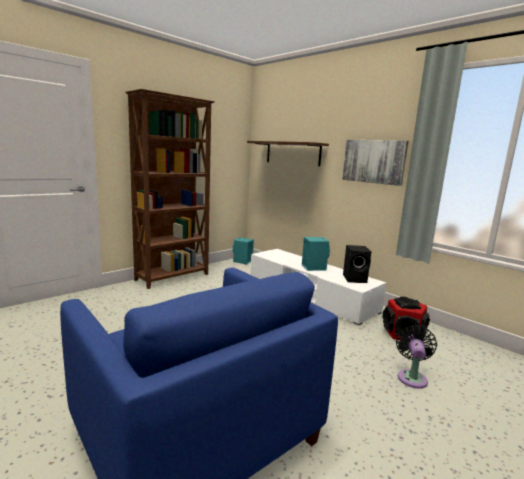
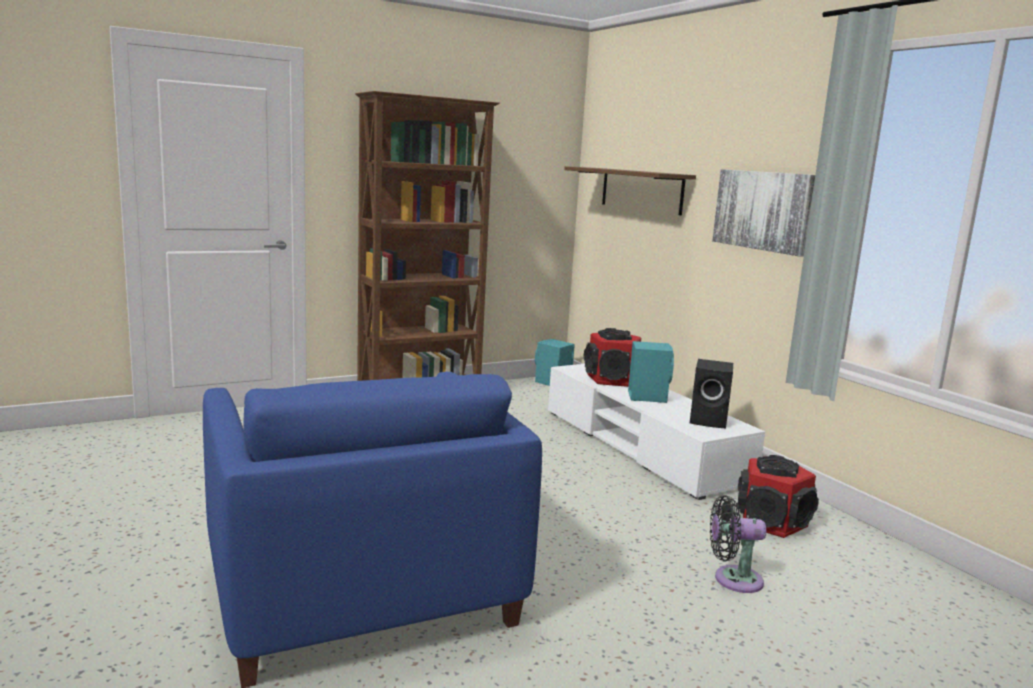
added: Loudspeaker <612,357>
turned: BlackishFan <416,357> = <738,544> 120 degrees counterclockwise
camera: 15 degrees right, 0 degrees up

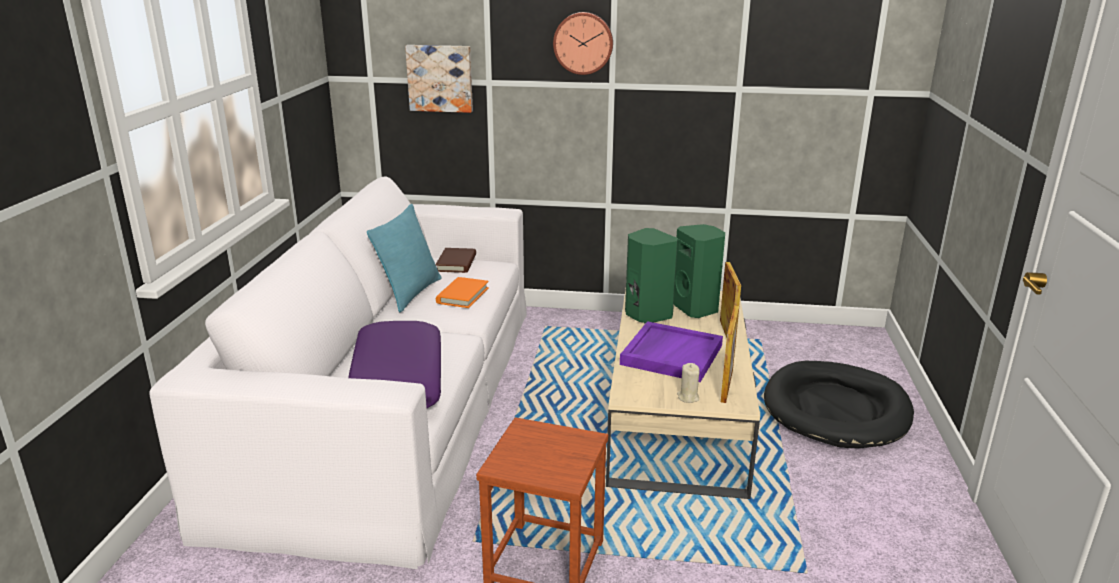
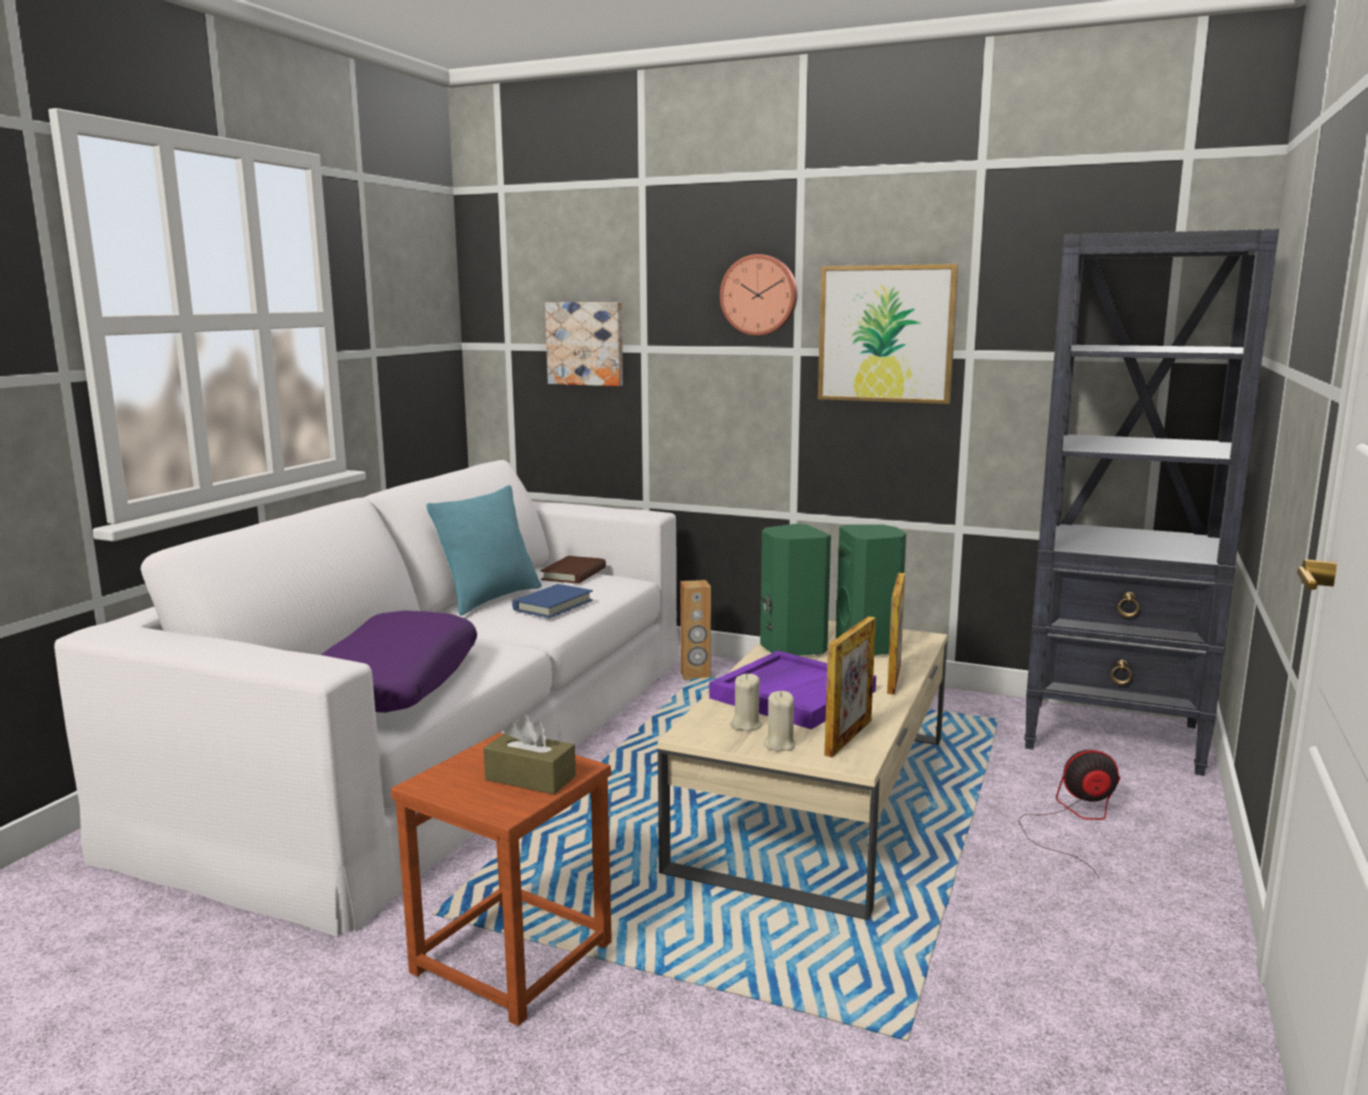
added: BlackishBookcase <1151,502>; Picture <888,334>; BrownColouredLoudspeaker <695,630>; BeigeCandle <746,702>; BrownColouredBoxOfTissues <529,755>
replaced: BlackishDogCushion <839,404> to Fan <1069,814>
recoloured: OrangeyBook <462,292> to BlueBook <552,601>
camera: 15 degrees right, 10 degrees down

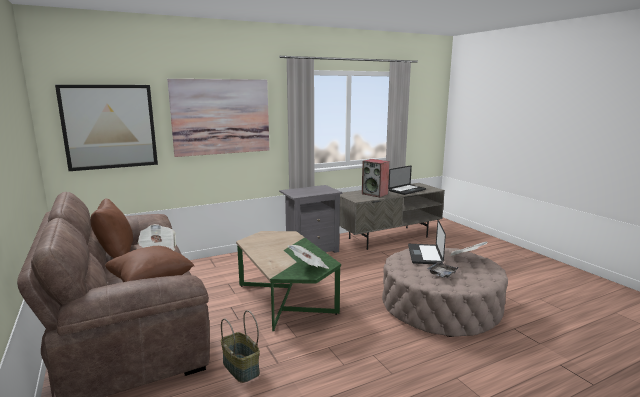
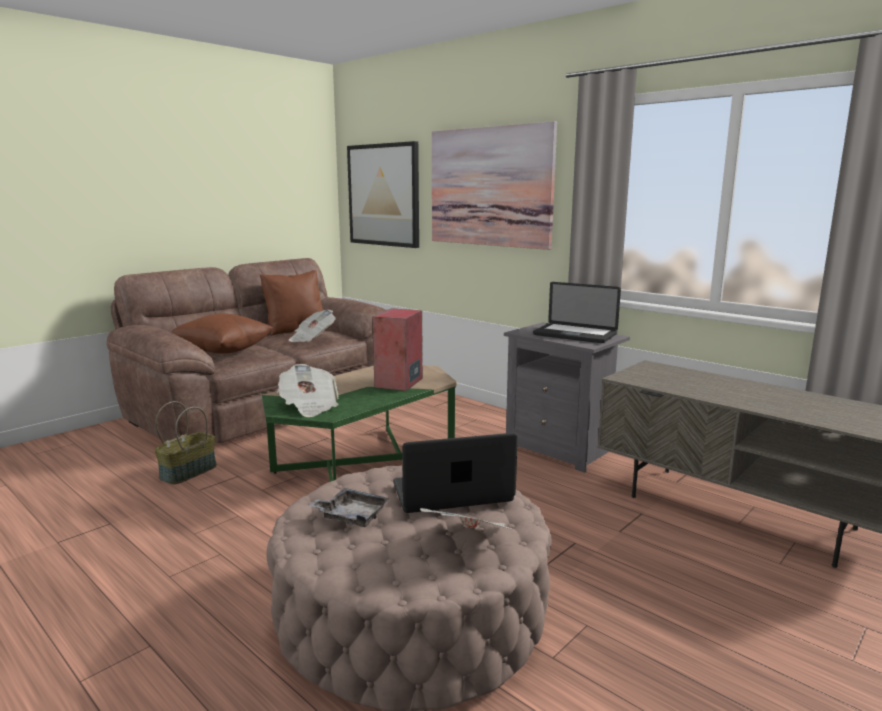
moved: Loudspeaker <376,178> to <397,349>; Laptop <407,180> to <577,312>
camera: 70 degrees right, 0 degrees up

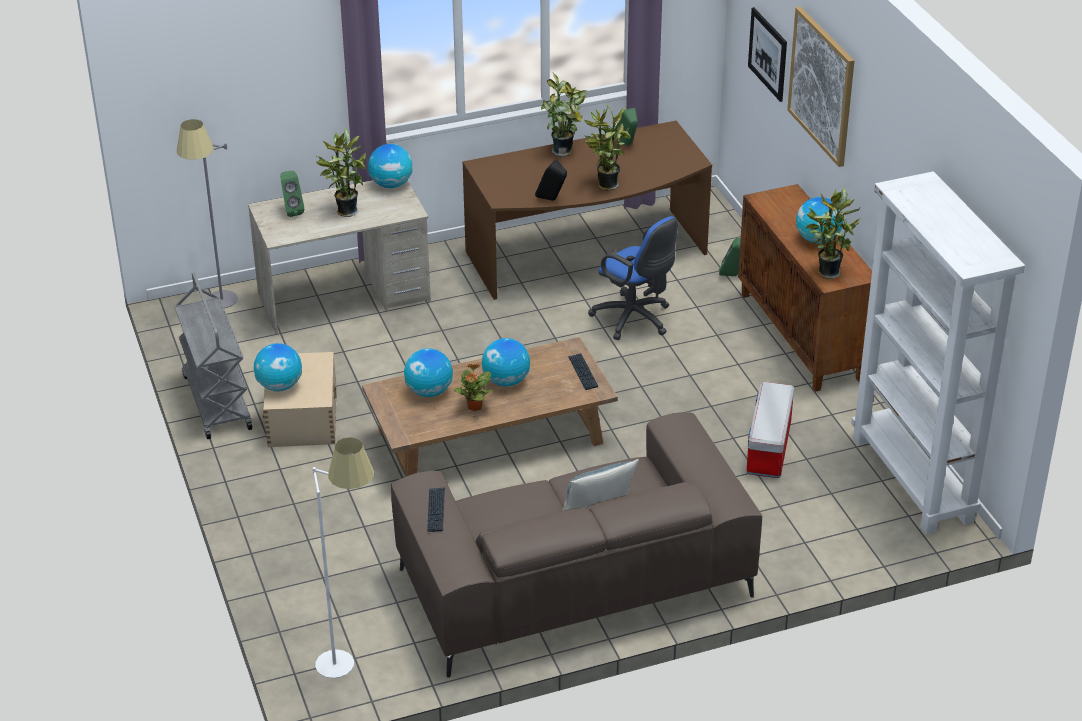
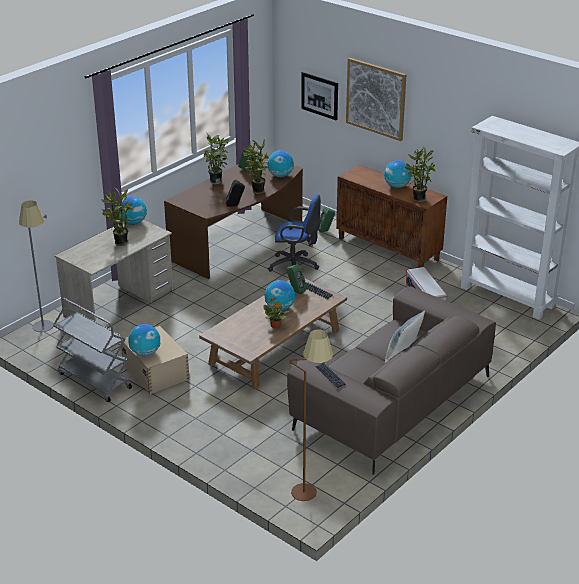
moved: GreenLoudspeaker <292,194> to <296,279>; Globe <428,372> to <280,164>
recoloured: WhiteColouredStandingLamp <343,557> to BrownColouredStandingLamp <311,415>
camera: 30 degrees left, 5 degrees down

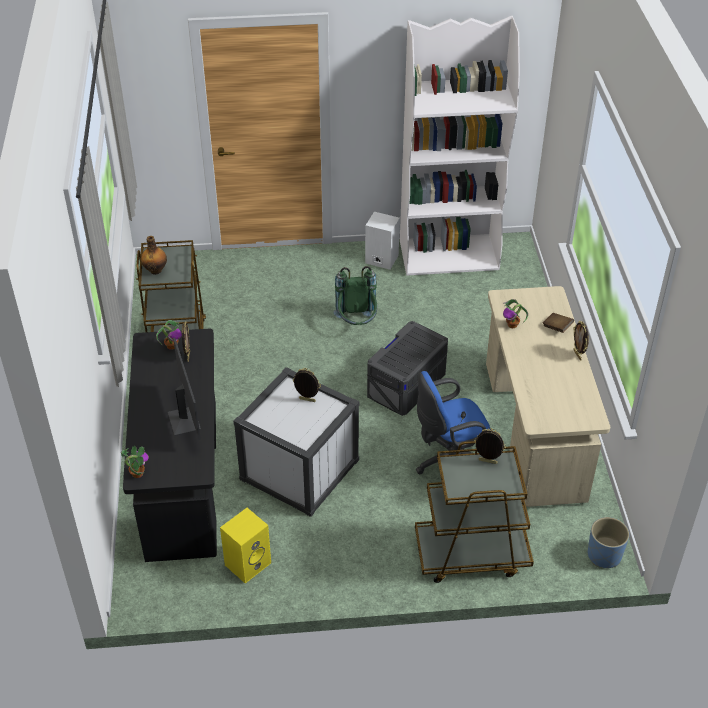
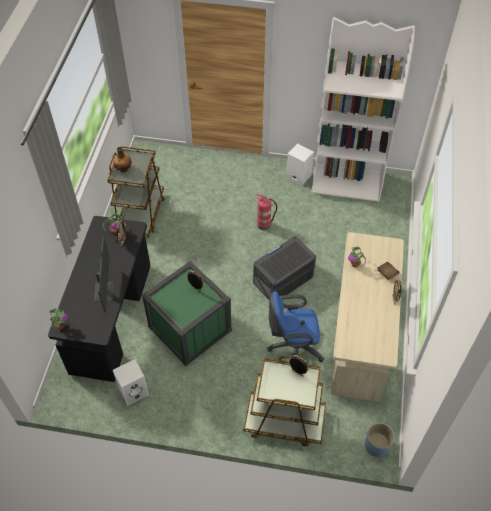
replaced: GreenKnapsack <355,295> to FireFightingCylinder <266,212>
recoloured: WhiteColouredStorageContainer <296,442> to GreenStorageContainer <187,313>; YellowColouredLoudspeaker <245,546> to WhiteColouredLoudspeaker <131,382>
camera: 15 degrees right, 10 degrees up

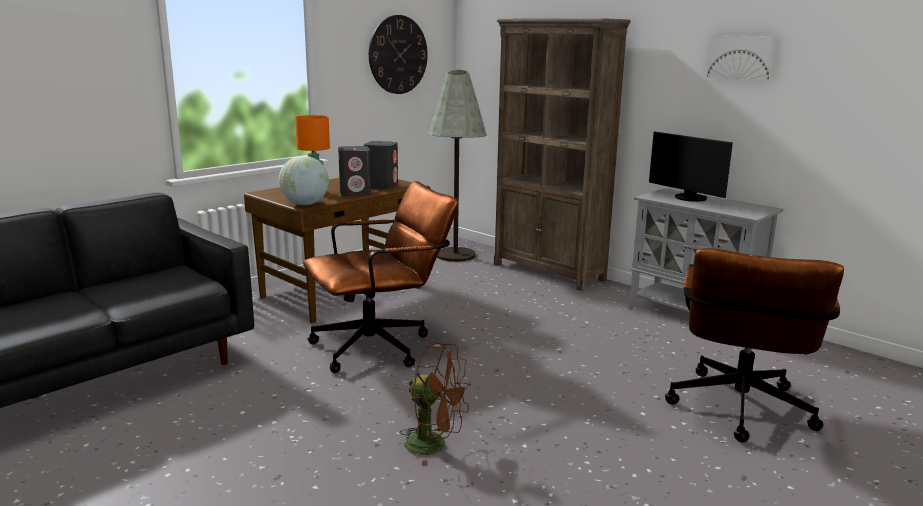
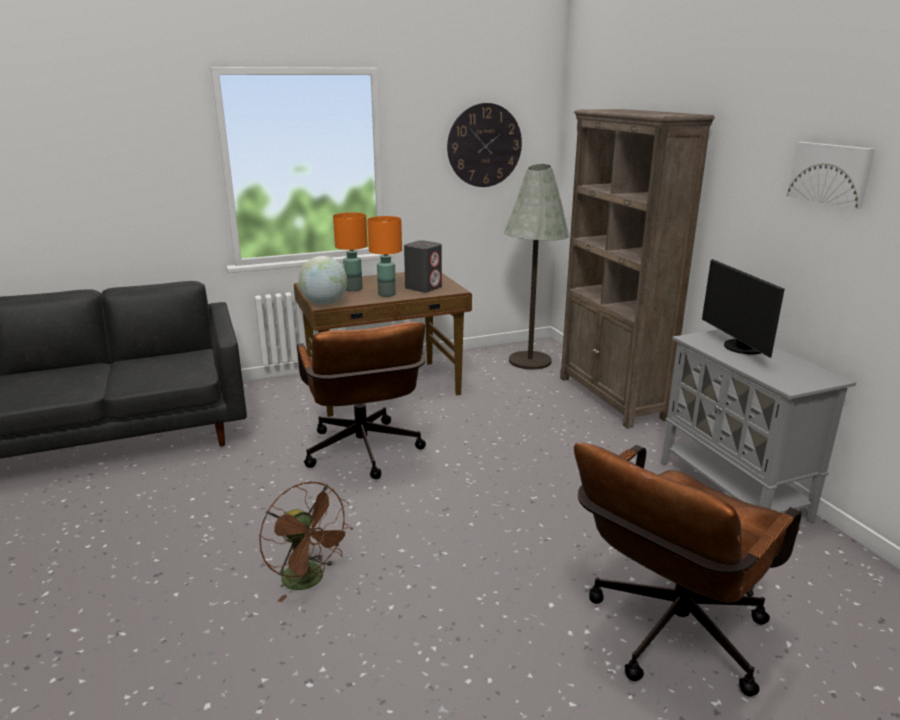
replaced: GrayLoudspeaker <354,171> to OrangeyTabletopLamp <384,256>
turned: BrownColouredDeskChair <380,277> = <361,400> 75 degrees clockwise
camera: 25 degrees right, 5 degrees up

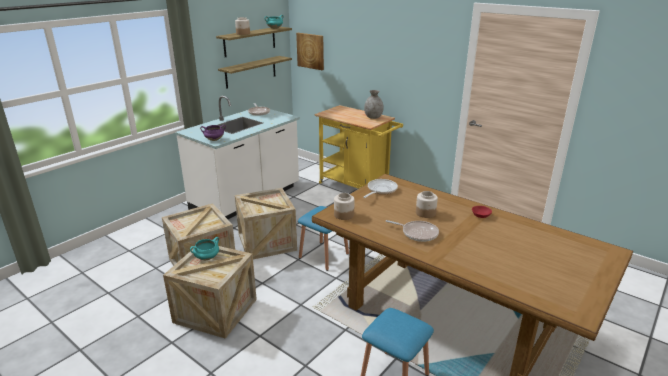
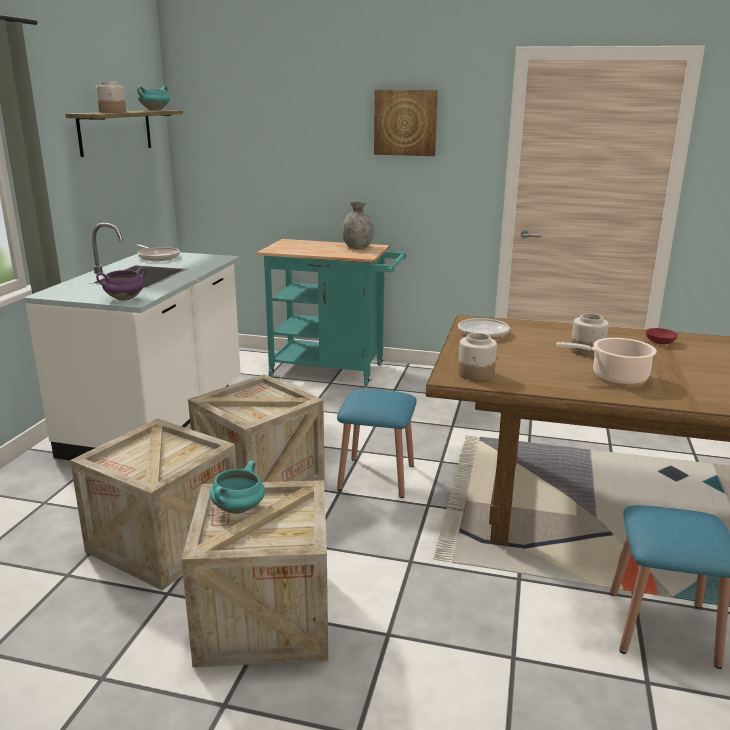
removed: Shelf <255,72>
moved: Picture <310,51> to <406,123>
replaced: Pan <412,231> to Saucepot <606,361>
recoloured: YellowColouredCart <359,147> to BlueGreenCart <332,312>
camera: 25 degrees left, 5 degrees down

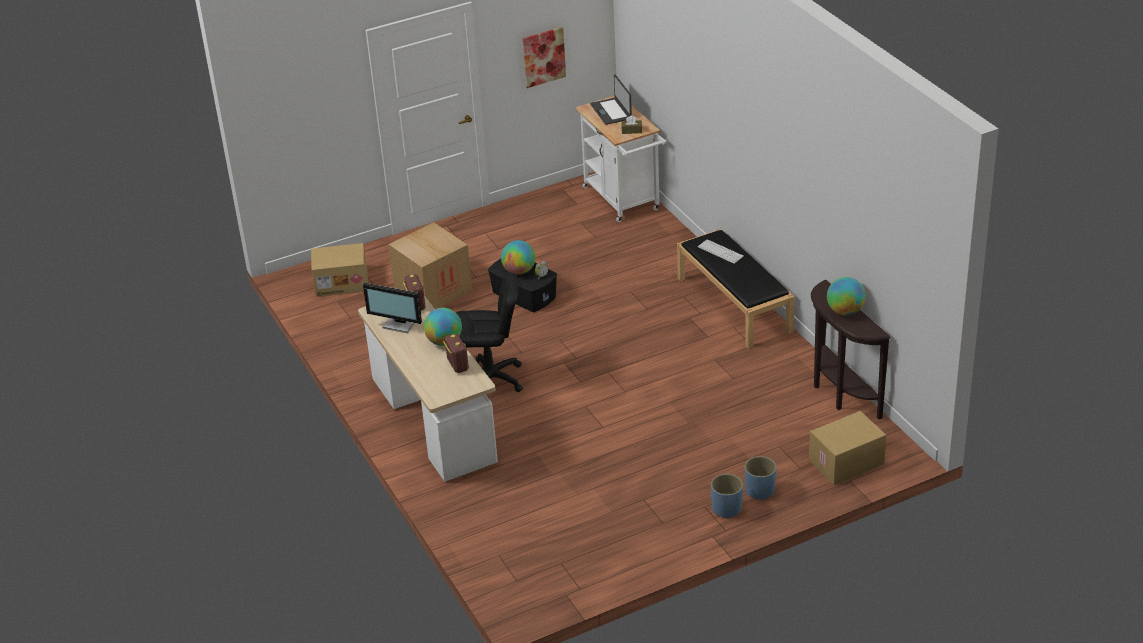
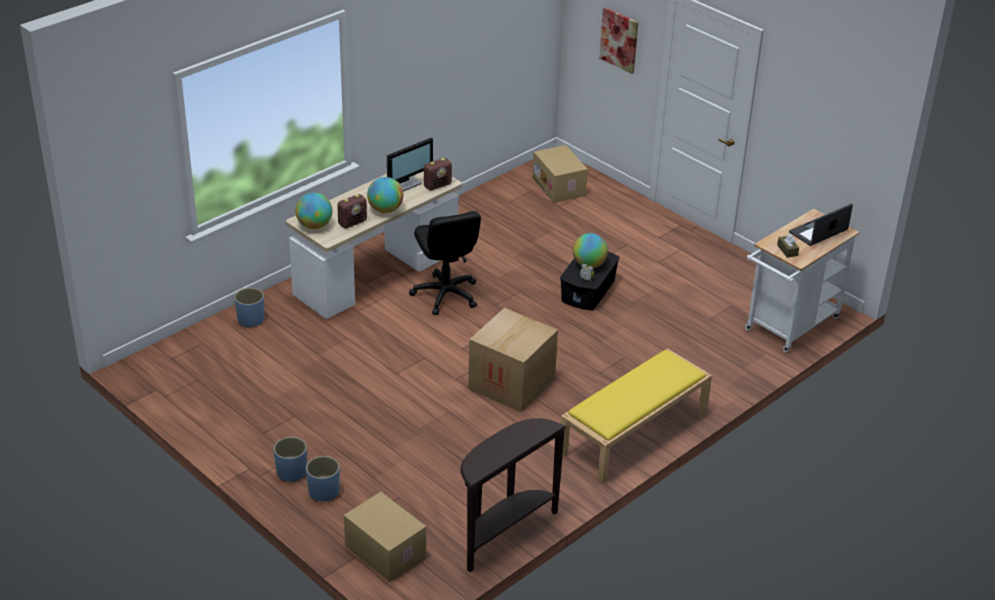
removed: PcKeyboard <721,251>
added: BluePlanter <249,307>
moved: Picture <544,57> to <618,40>; PackingBox <430,265> to <513,360>; Globe <846,296> to <313,210>
recoloured: BlackishIndoorBench <736,289> to YellowColouredIndoorBench <636,416>
turned: ComputerDisplay <392,308> = <410,164> 135 degrees counterclockwise
camera: 70 degrees right, 0 degrees up

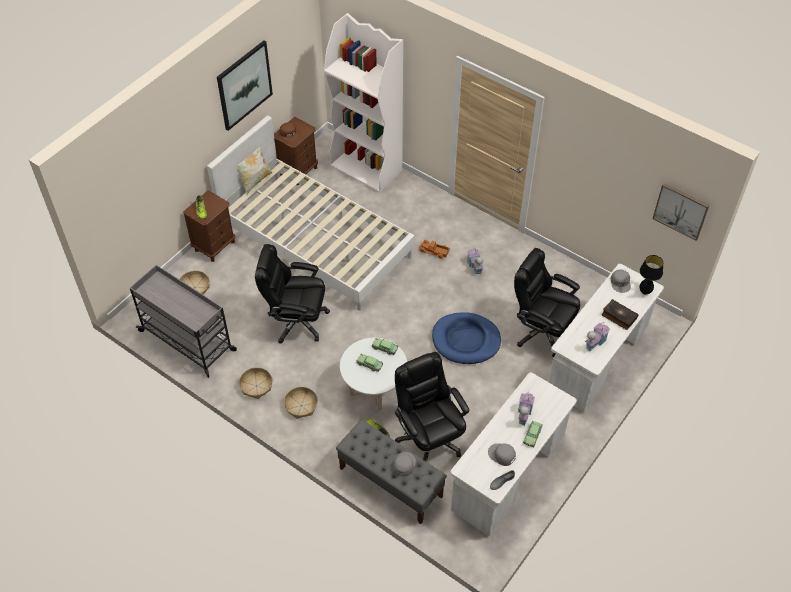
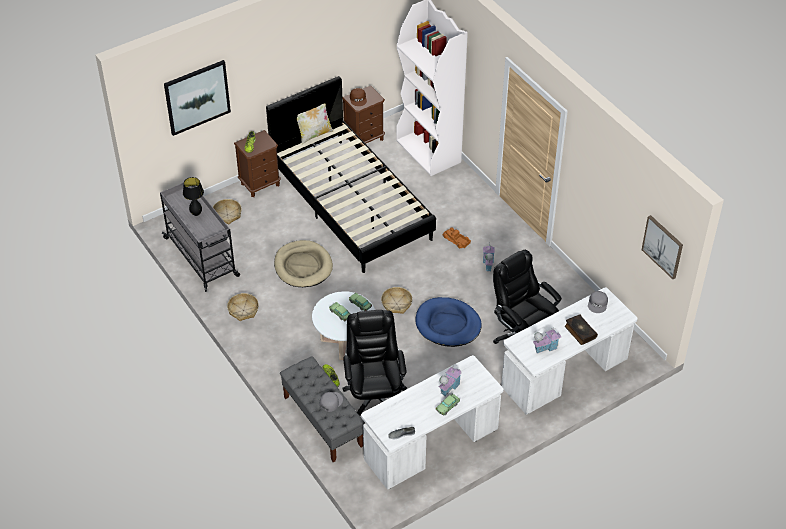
removed: GrayCap <502,454>
moved: Picture <245,86> to <197,98>; BlackishTabletopLamp <651,275> to <193,196>; StorageBasket <301,403> to <396,300>
replaced: BlackishDeskChair <292,293> to BeigeDogCushion <303,263>
recoloured: WhiteColouredBed <310,213> to BlackishBed <351,174>
camera: 20 degrees right, 5 degrees down

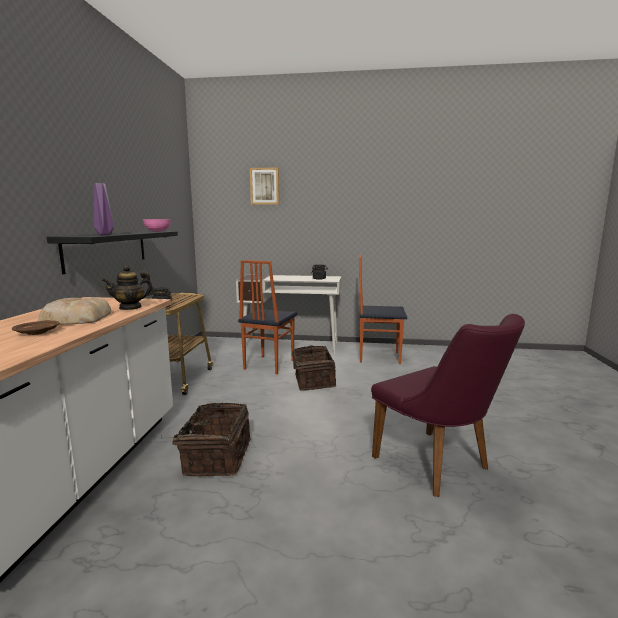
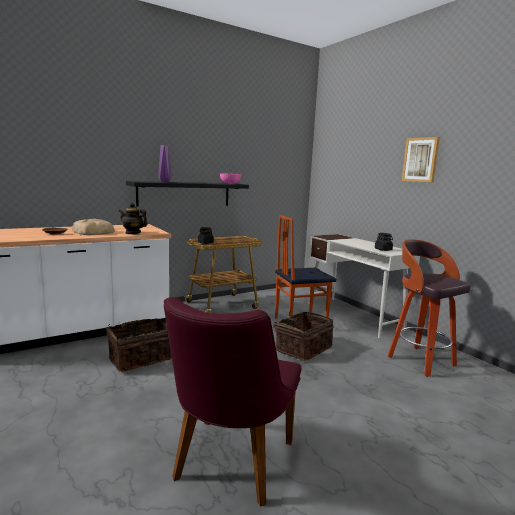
moved: Picture <264,186> to <420,160>
replaced: Chair <383,309> to Stool <429,308>
camera: 50 degrees right, 0 degrees up

